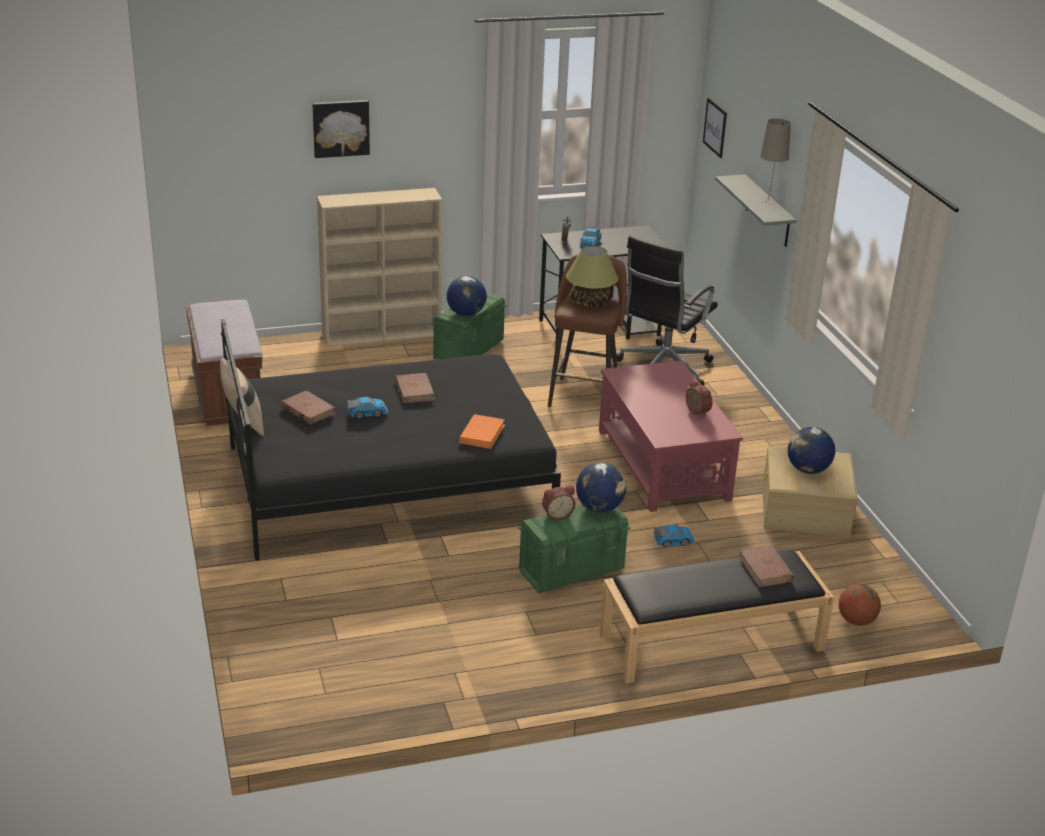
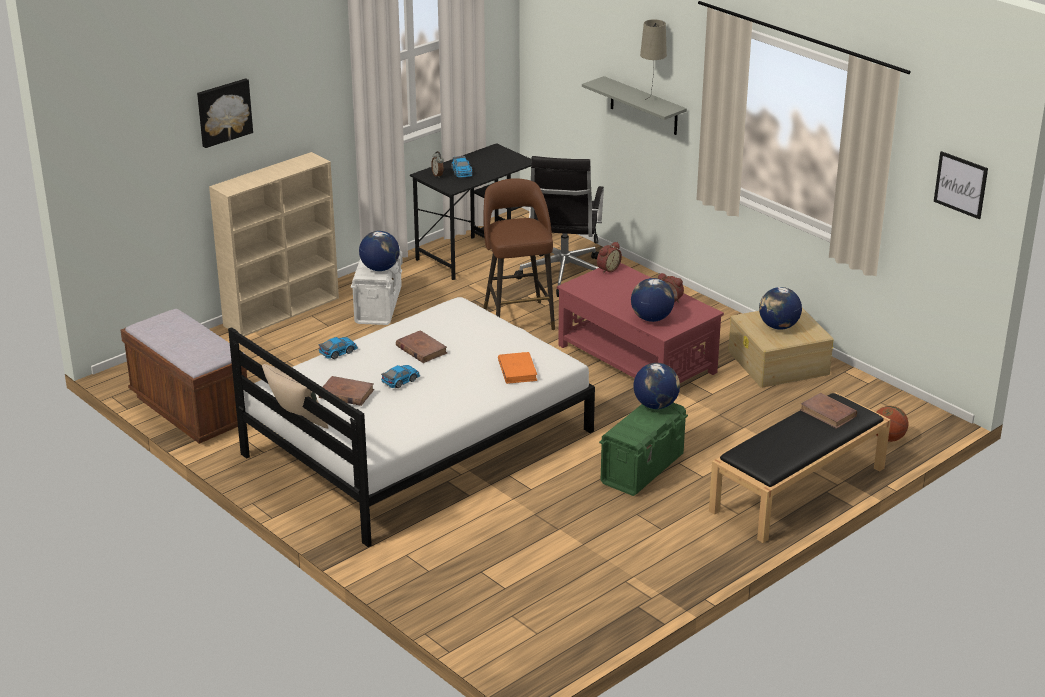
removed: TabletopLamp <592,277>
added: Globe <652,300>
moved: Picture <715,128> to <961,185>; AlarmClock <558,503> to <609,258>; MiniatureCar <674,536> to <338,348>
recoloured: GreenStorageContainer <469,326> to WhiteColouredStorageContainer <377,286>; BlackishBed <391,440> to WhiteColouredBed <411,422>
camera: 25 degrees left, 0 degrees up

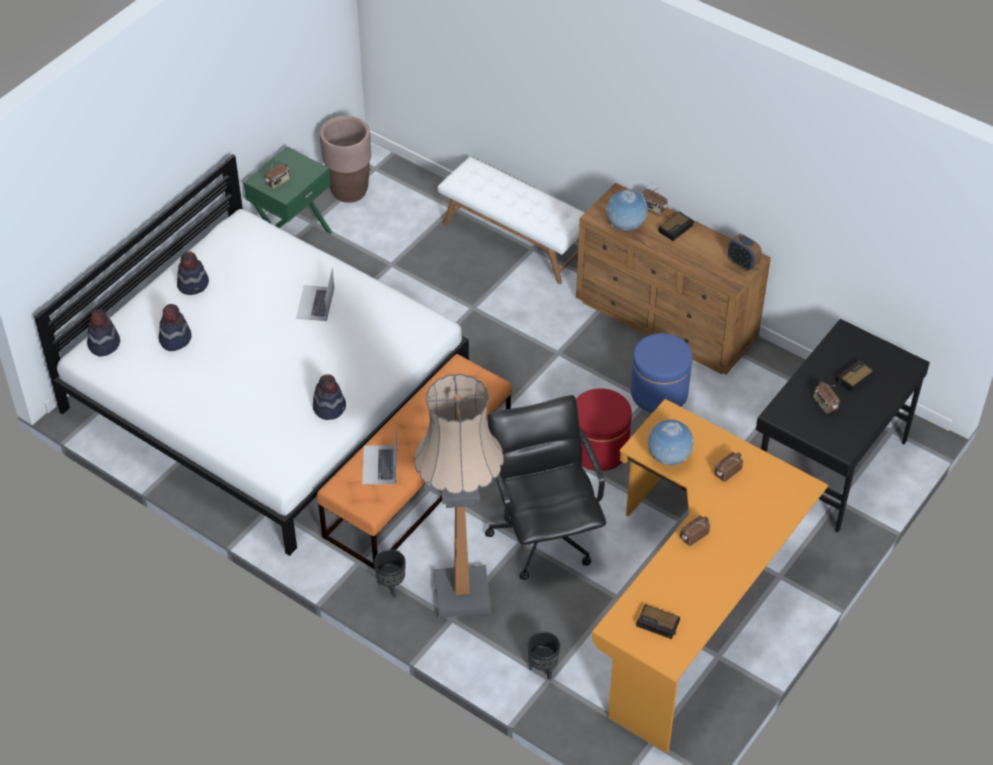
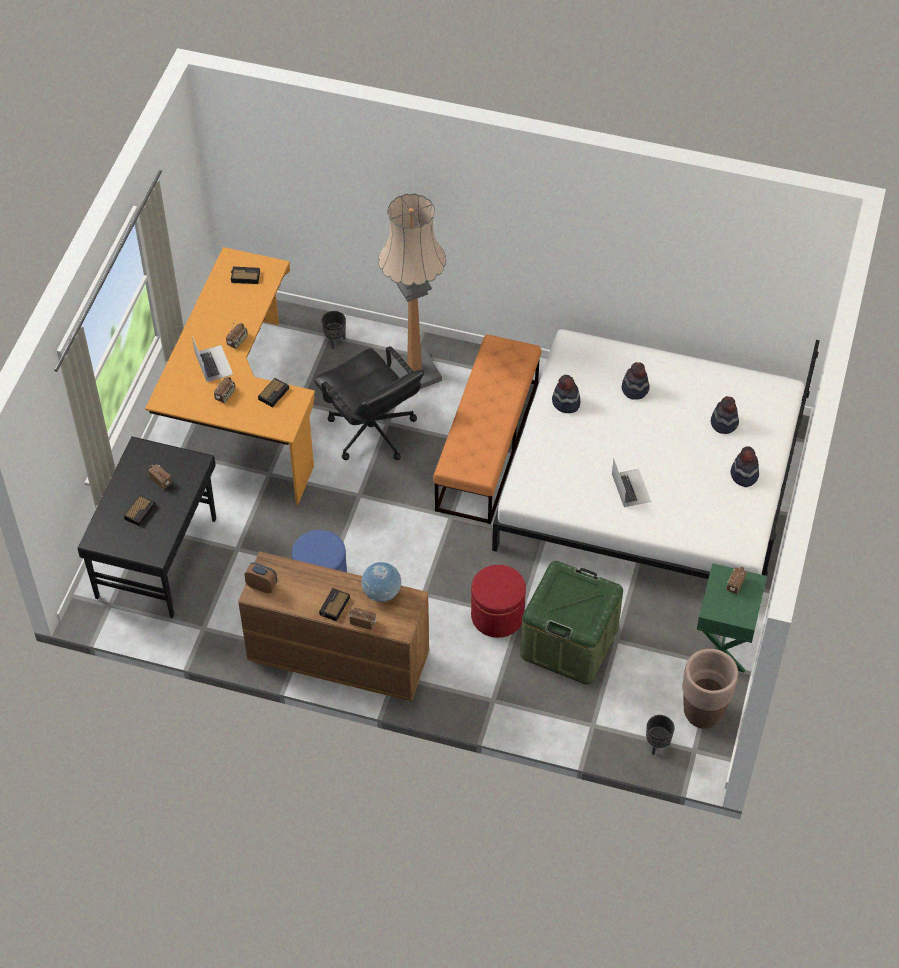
removed: WhiteColouredIndoorBench <511,220>
added: GreenStorageContainer <571,622>
moved: ClothingHat <103,332> to <636,381>; ReddishPouffe <604,430> to <498,601>; Laptop <379,455> to <212,359>; BlackishPlanter <389,573> to <660,735>
replaced: Globe <671,442> to AlarmClock <273,392>
camera: 160 degrees right, 5 degrees up

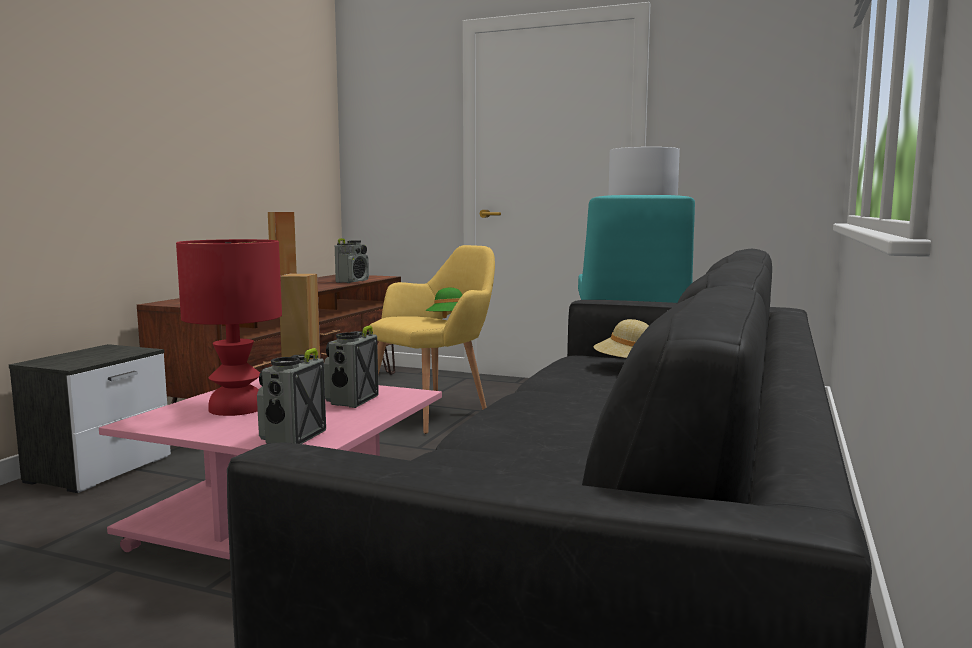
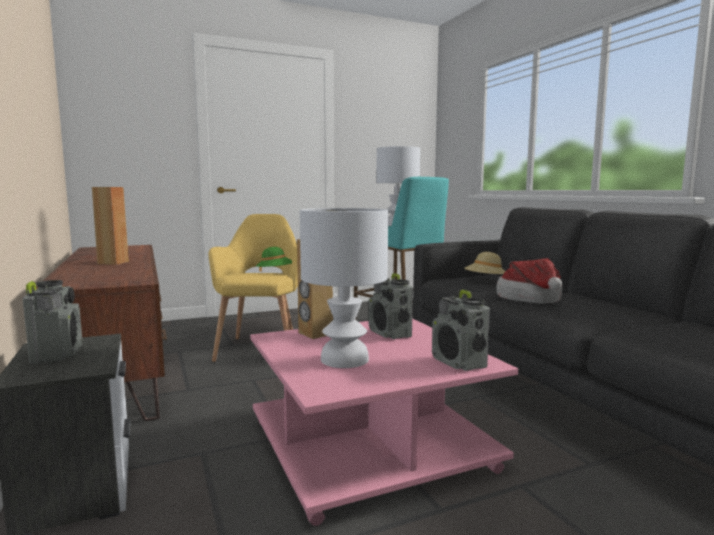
added: ClothingHat <530,281>
moved: Radio <352,260> to <52,322>
recoloured: ReddishTabletopLamp <229,327> to WhiteColouredTabletopLamp <344,288>
camera: 45 degrees left, 0 degrees up

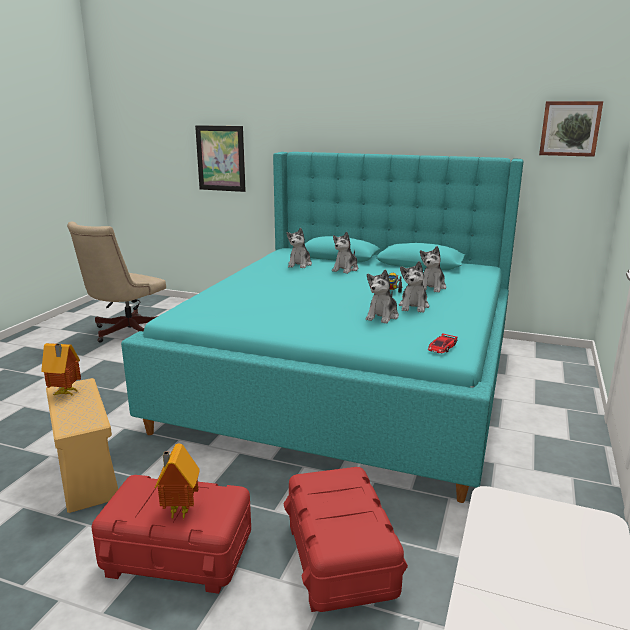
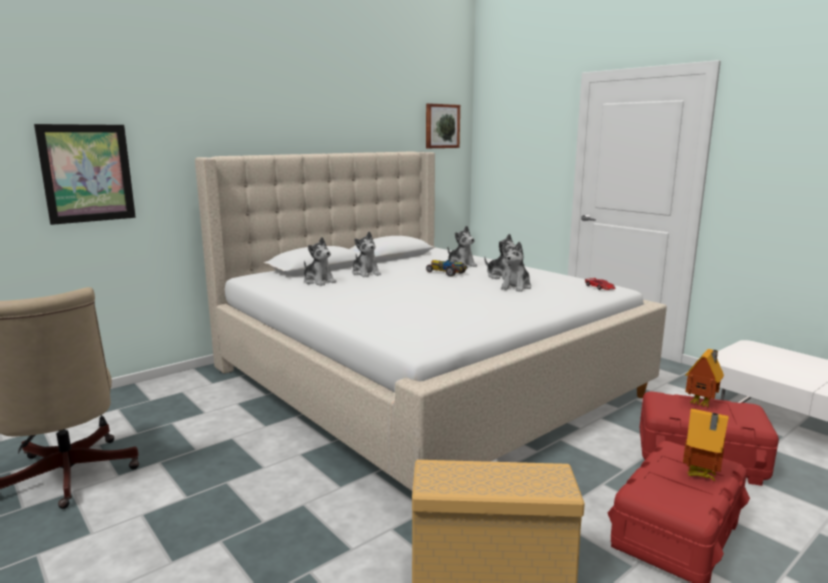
moved: ModelHouse <61,369> to <704,378>
recoloured: BlueGreenBed <322,327> to BeigeBed <431,321>
turned: PlushToy <382,296> = <516,267> 60 degrees clockwise
camera: 60 degrees left, 5 degrees down

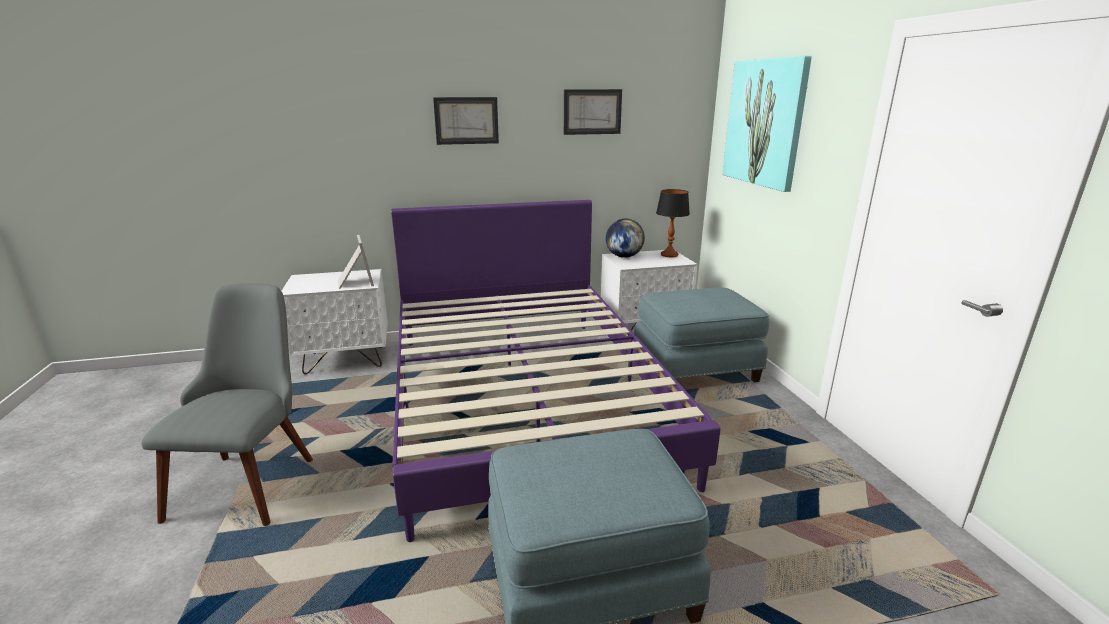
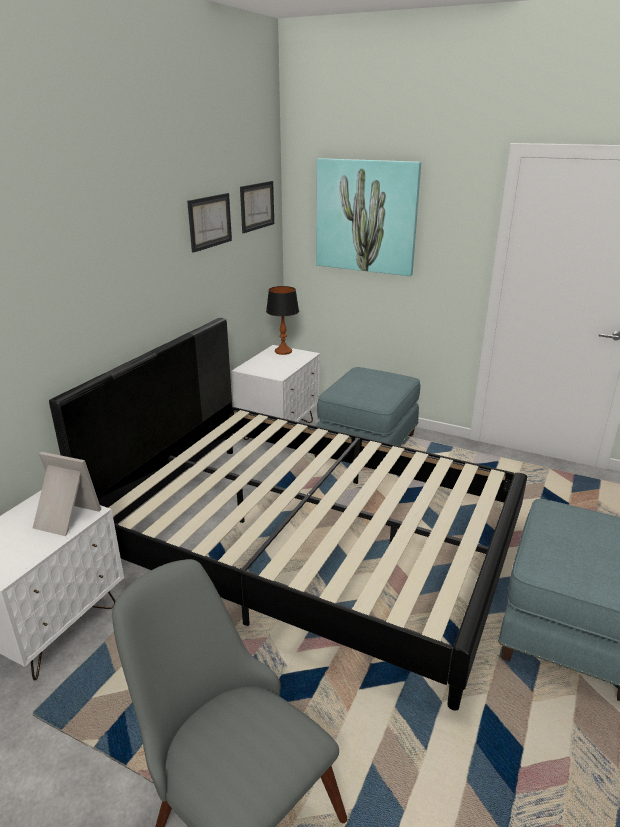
removed: Globe <625,238>
moved: Picture <466,121> to <257,207>
recoloured: PurpleColouredBed <556,371> to BlackishBed <288,514>
camera: 50 degrees left, 5 degrees up

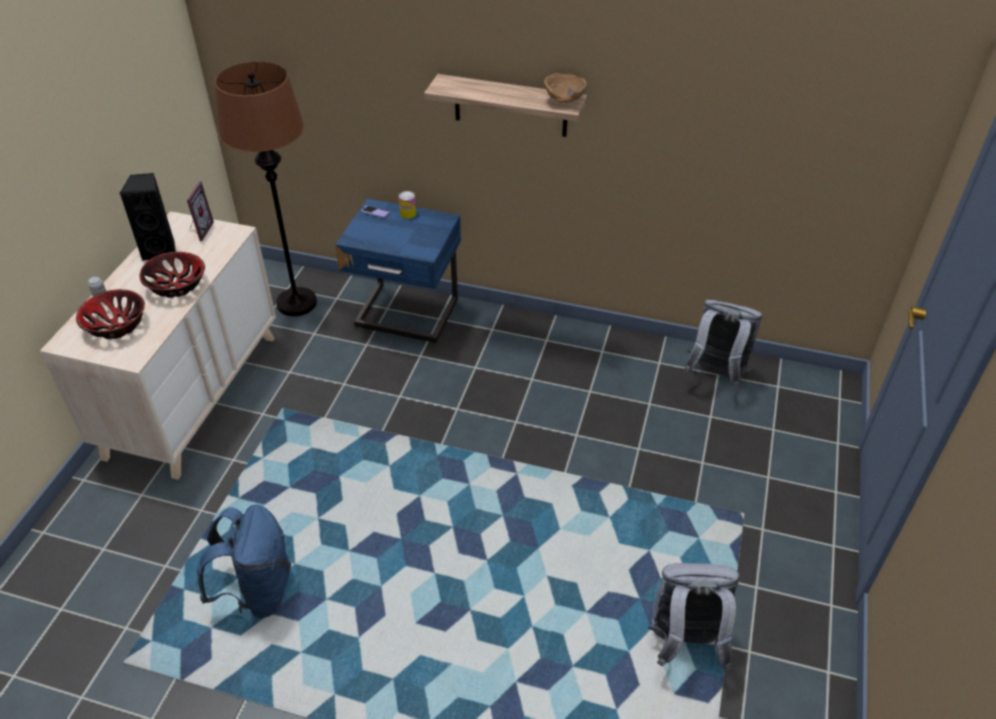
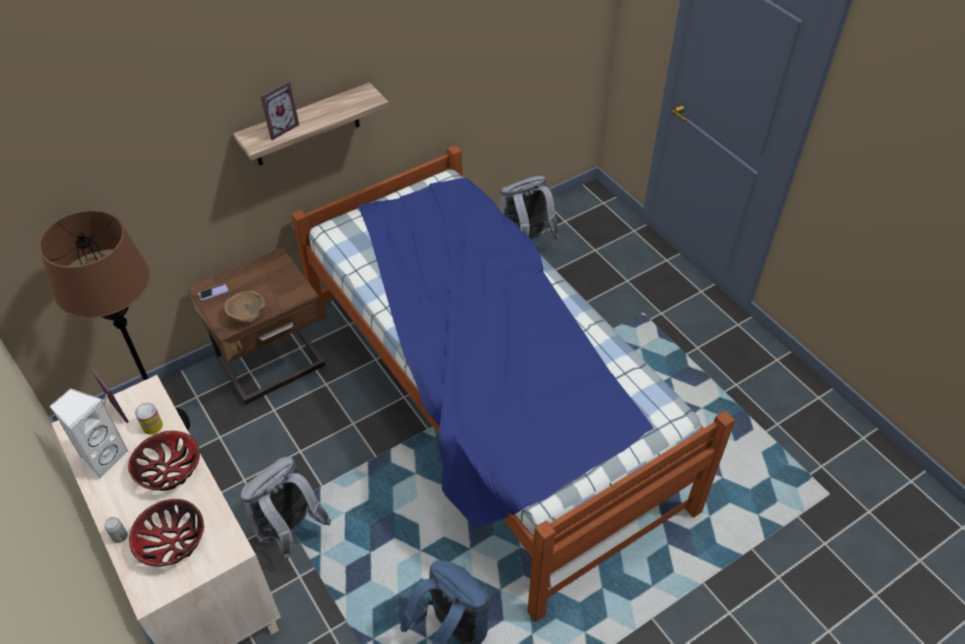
added: StandingFrame <280,110>; Bed <513,383>
moved: BrownColouredServingBowl <565,88> to <245,307>; Can <407,205> to <149,419>; GrayKnapsack <693,617> to <285,508>
recoloured: BlackishLoudspeaker <148,217> to WhiteColouredLoudspeaker <89,433>; BlueNightstand <398,271> to BrownColouredNightstand <256,326>
camera: 50 degrees left, 5 degrees up

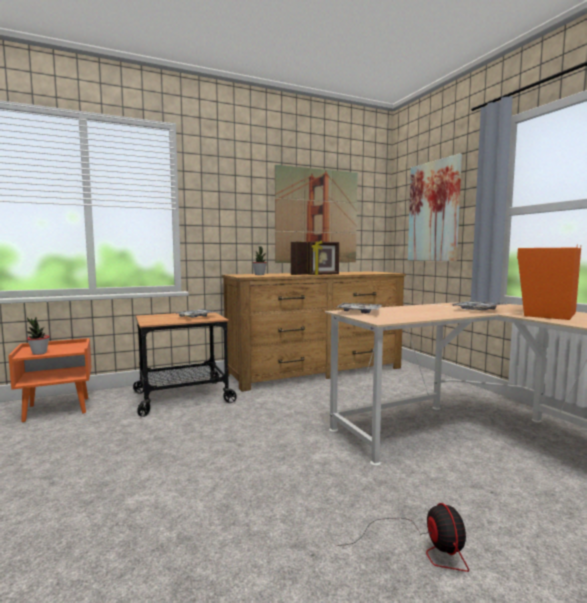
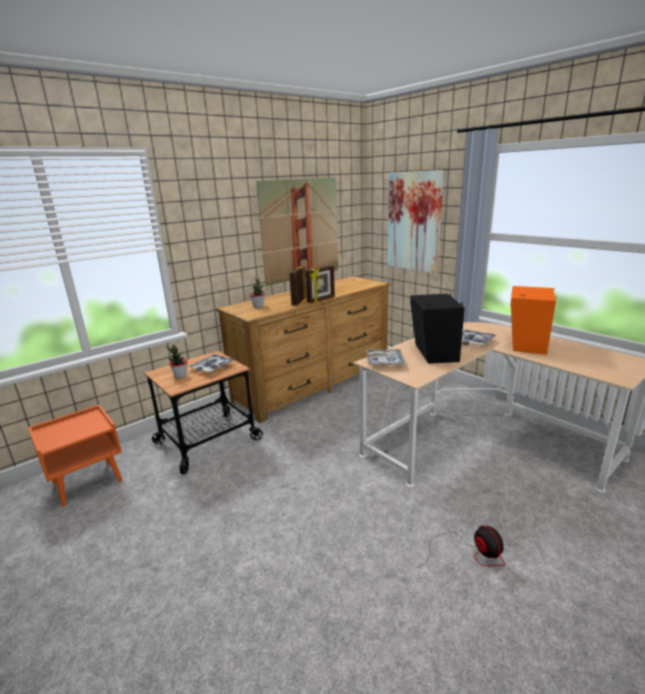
added: BlackishLoudspeaker <437,328>
moved: Houseplant <38,336> to <177,361>
camera: 15 degrees left, 15 degrees up

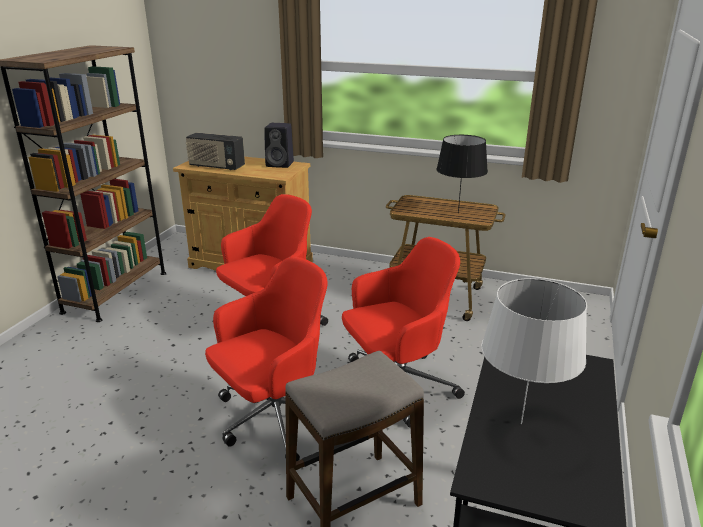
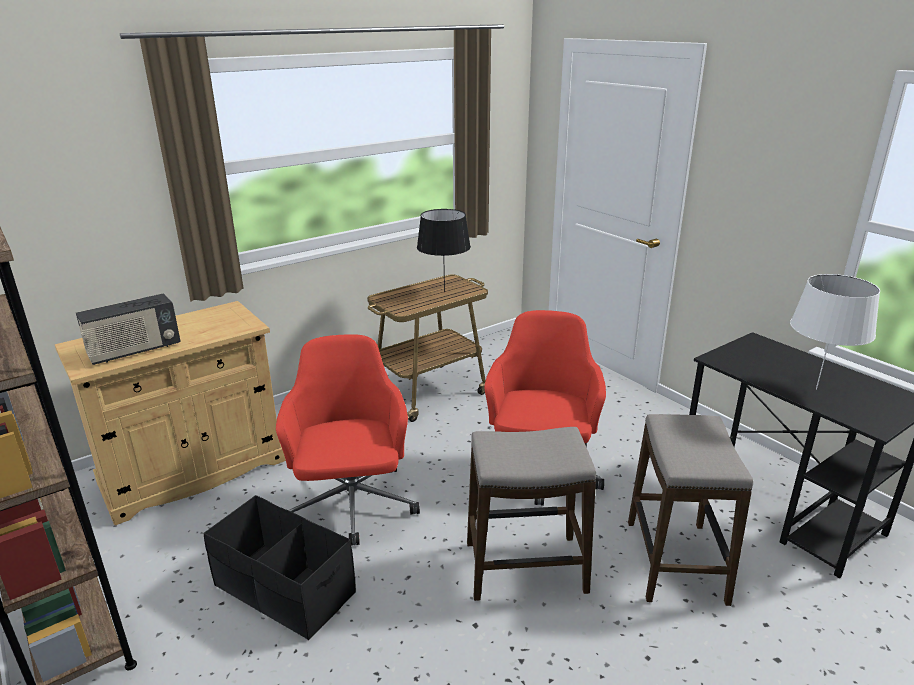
removed: BlackishLoudspeaker <279,145>
added: BlackishStorageContainer <279,567>
replaced: ReddishDeskChair <266,358> to Stool <531,514>
camera: 55 degrees left, 0 degrees up

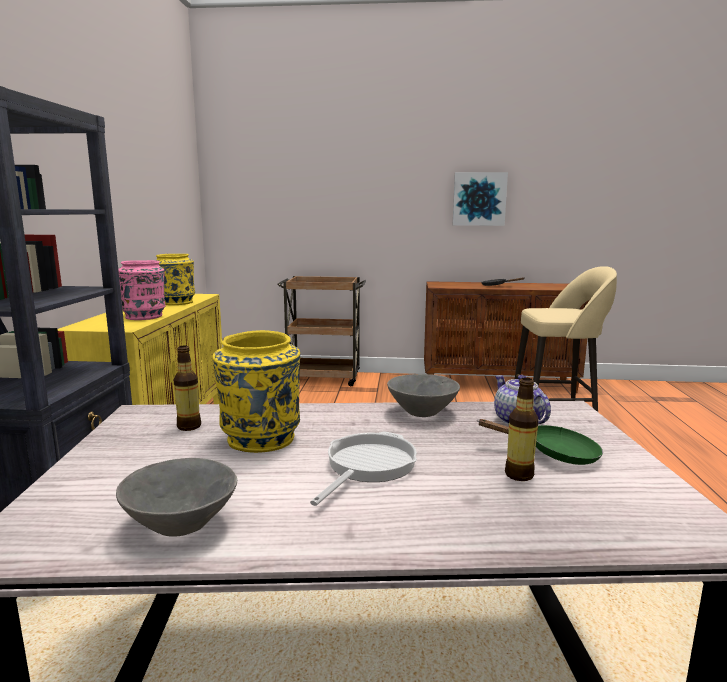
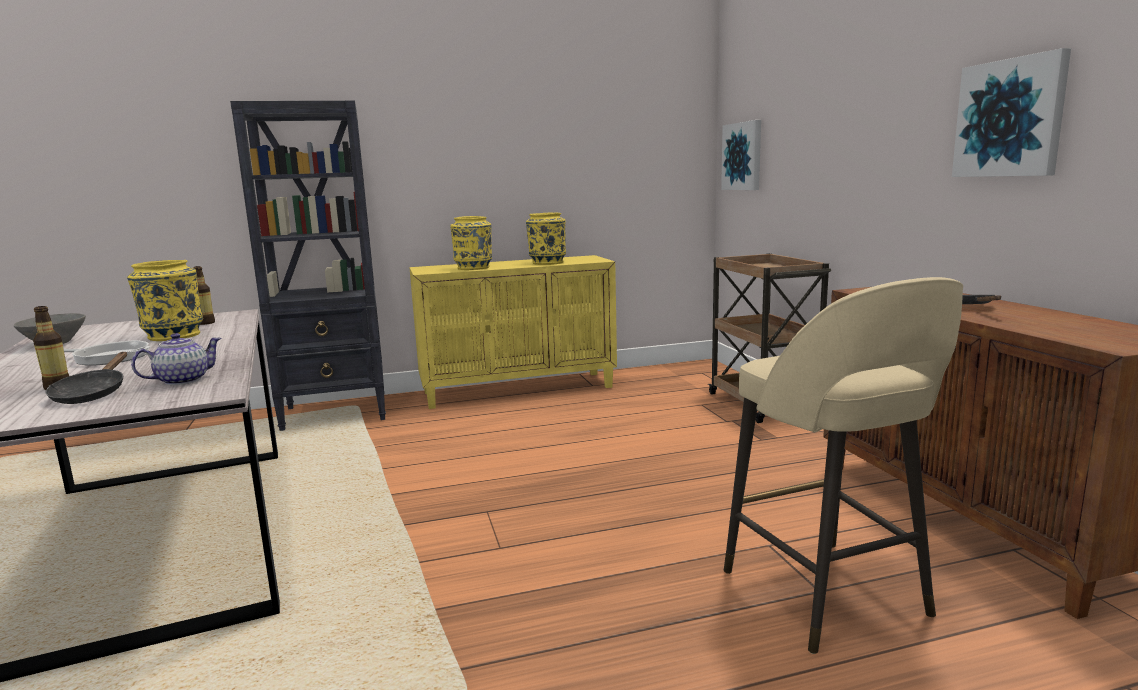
removed: GrayServingBowl <423,395>
added: Picture <741,155>
recoloured: PinkDecorativeVase <142,290> to YellowColouredDecorativeVase <471,243>; GreenPan <540,442> to BlackishPan <86,378>
camera: 70 degrees right, 0 degrees up

